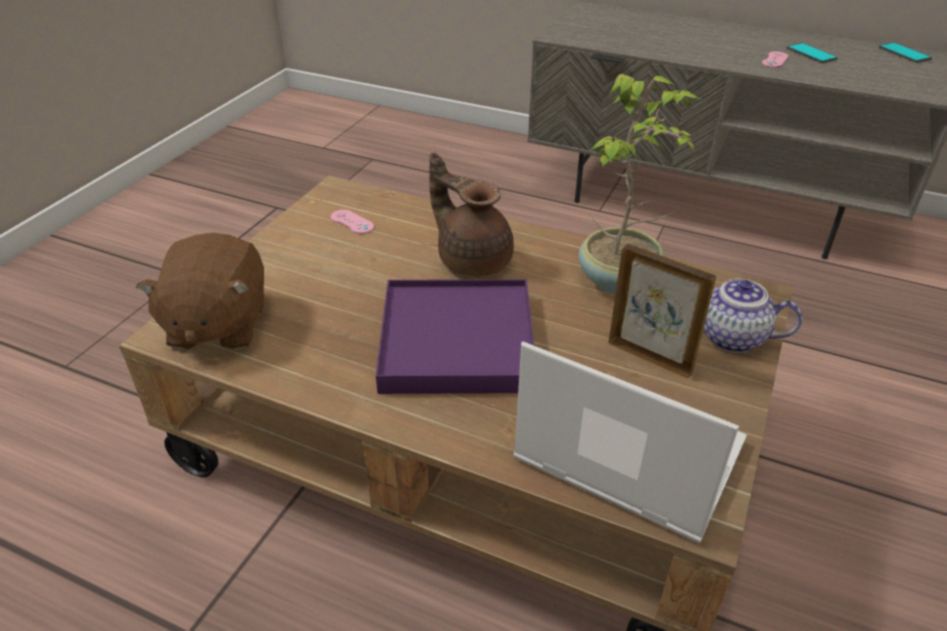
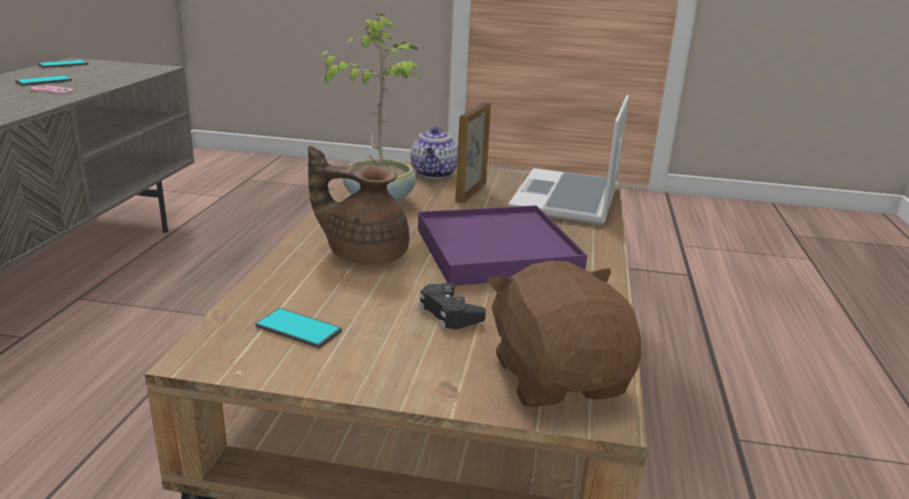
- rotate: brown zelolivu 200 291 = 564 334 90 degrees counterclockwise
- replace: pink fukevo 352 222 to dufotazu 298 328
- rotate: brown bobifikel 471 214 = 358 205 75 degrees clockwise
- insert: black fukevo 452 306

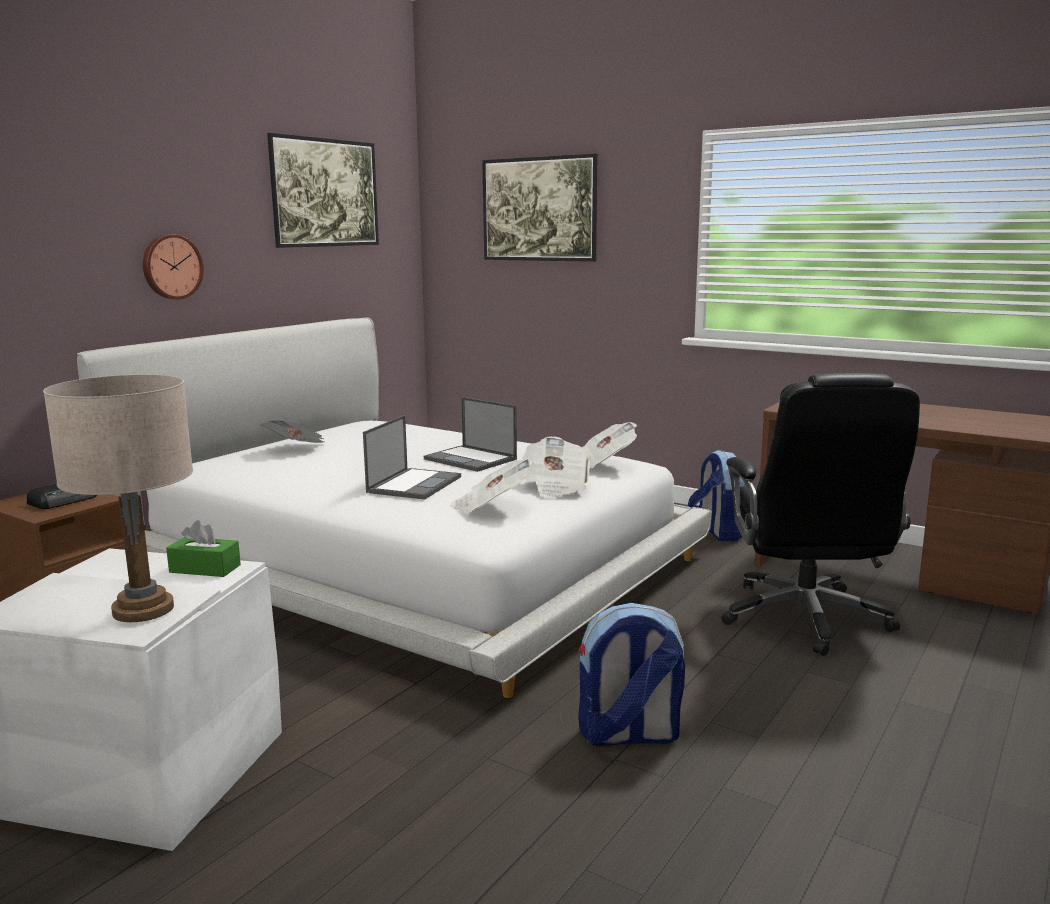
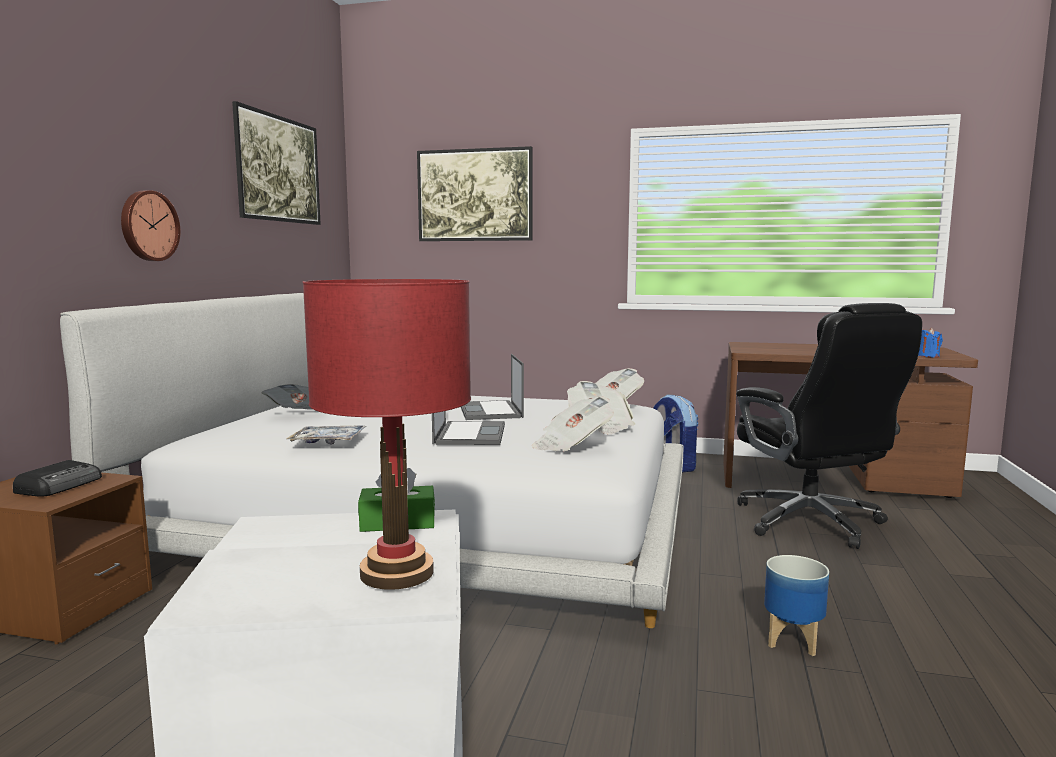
- recolor: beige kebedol 118 498 to red kebedol 386 434
- rotate: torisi 470 434 = 492 387 60 degrees clockwise
- replace: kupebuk 631 675 to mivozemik 796 605
- insert: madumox 326 435
- insert: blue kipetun 930 343

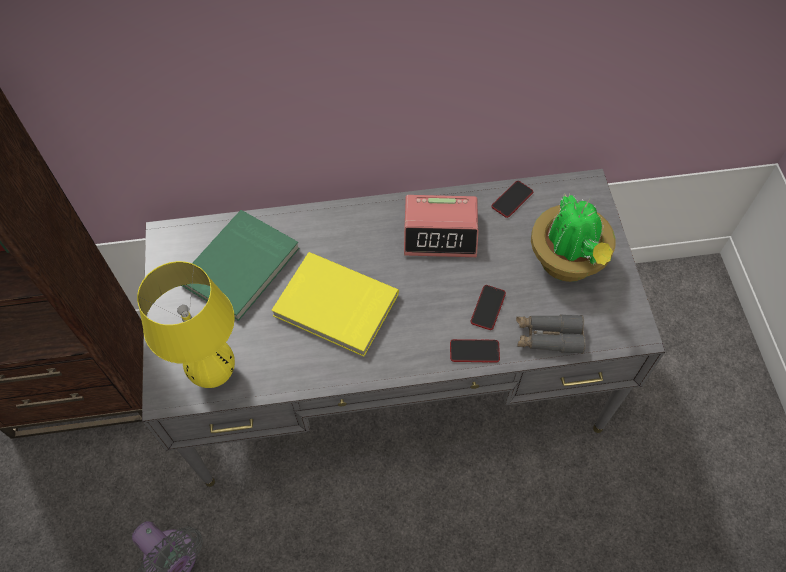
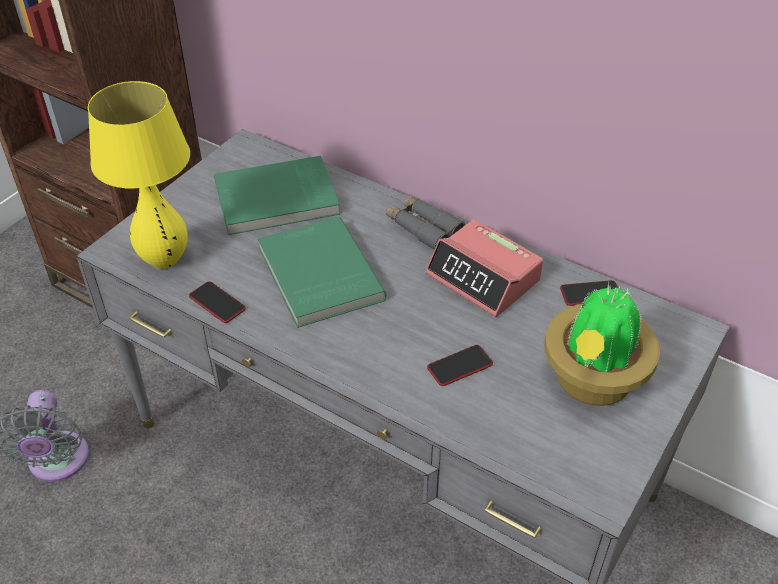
- recolor: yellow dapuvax 335 304 to green dapuvax 322 272
- move: dufotazu 475 351 to 217 302
- move: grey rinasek 551 334 to 425 222

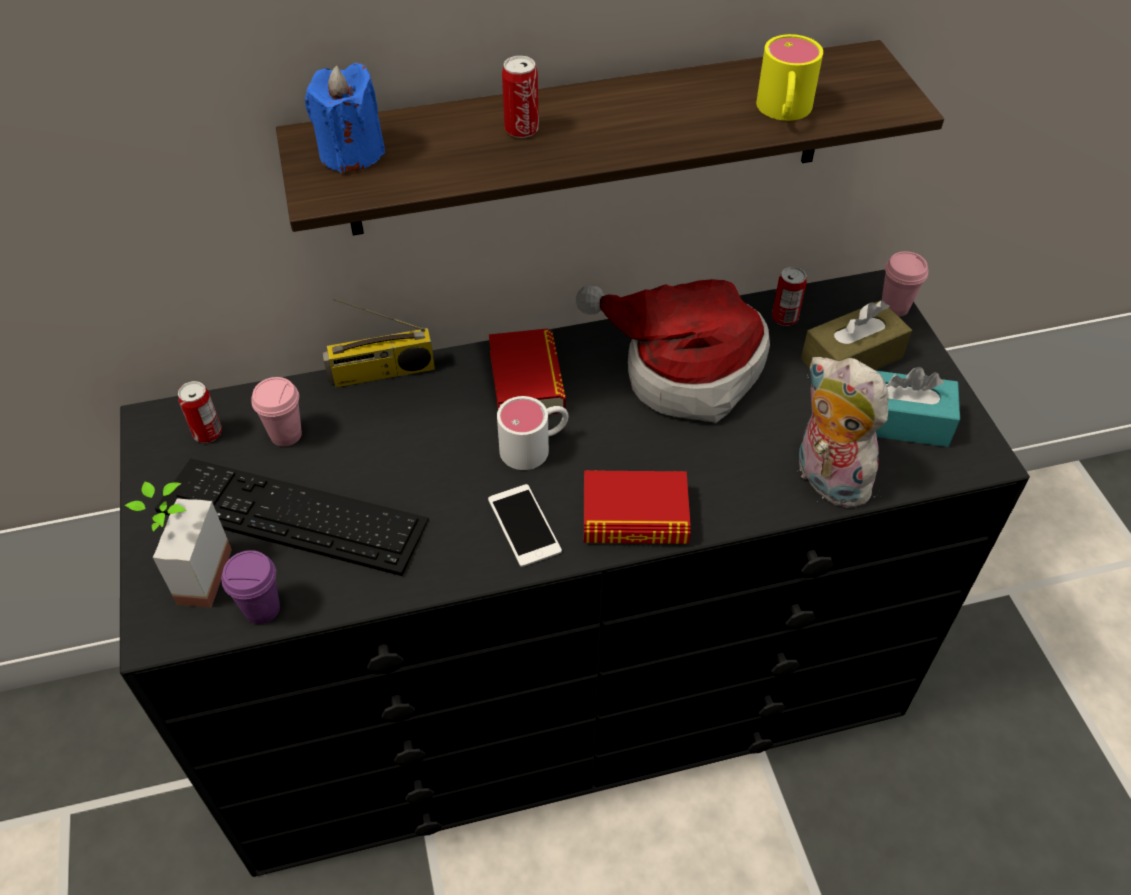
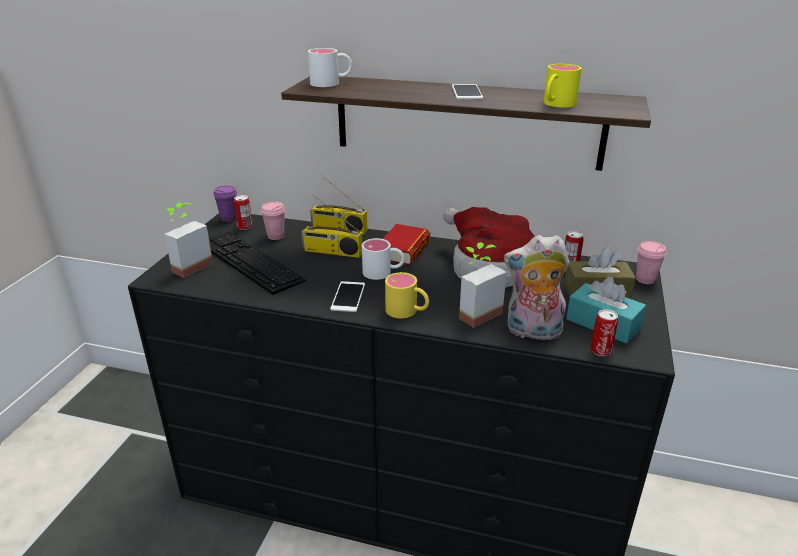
- move: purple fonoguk 250 587 to 225 203
- replace: blue kipetun 345 118 to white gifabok 330 67
- move: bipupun 520 97 to 604 332
- replace: dapuvax 637 507 to yellow gifabok 407 295
- rotate: zelolivu 844 432 = 537 287 75 degrees counterclockwise
- insert: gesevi 332 226
- insert: dufotazu 467 92
- insert: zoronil 483 285

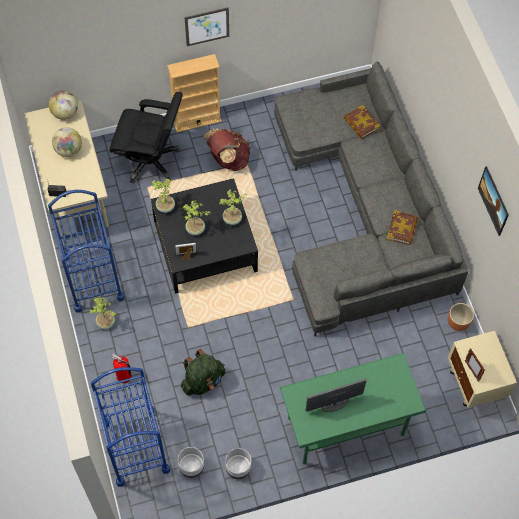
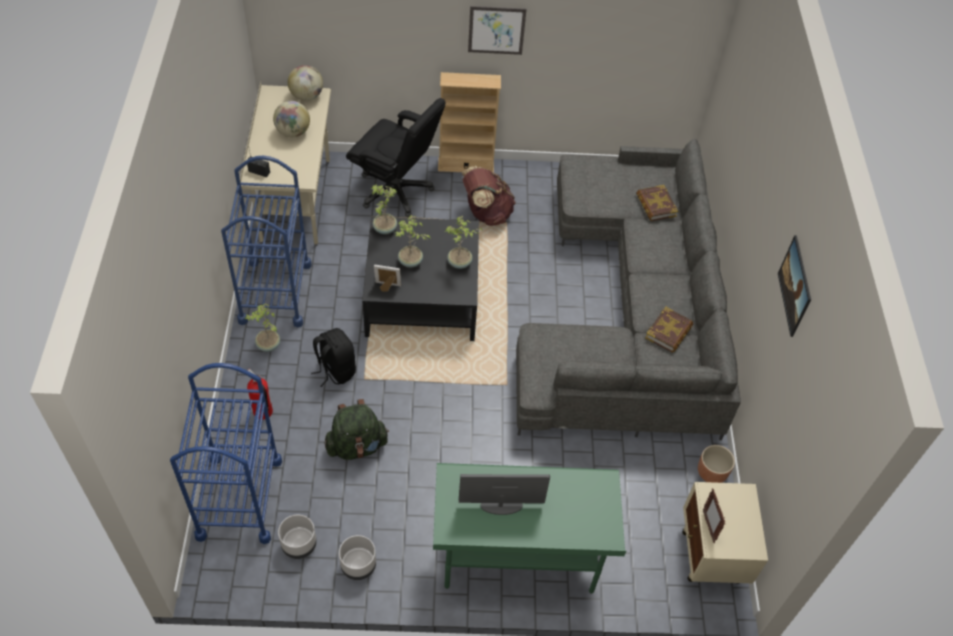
- insert: black kupebuk 333 357

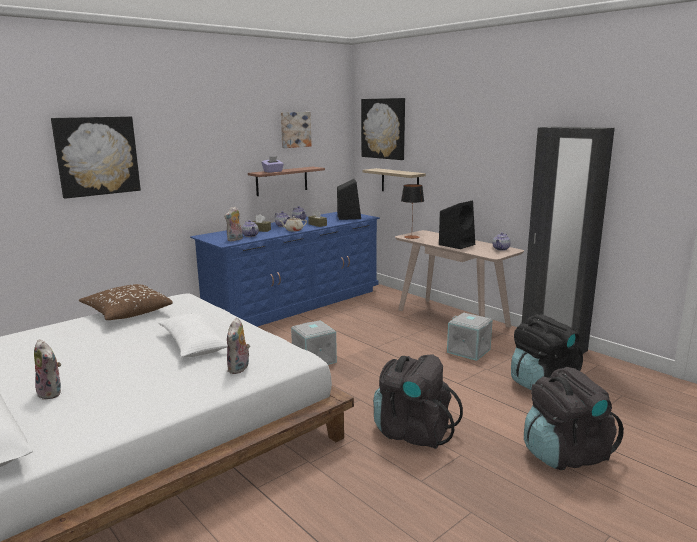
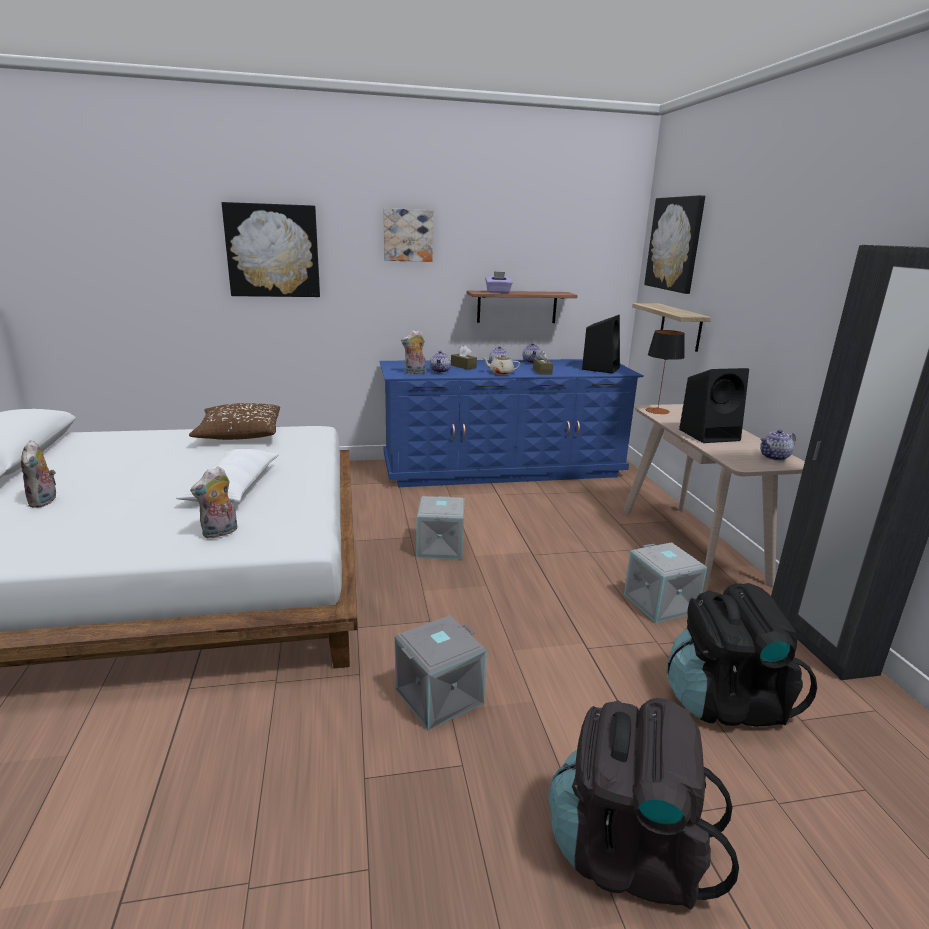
- move: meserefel 296 130 to 408 235
- replace: black kupebuk 418 401 to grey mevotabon 441 672

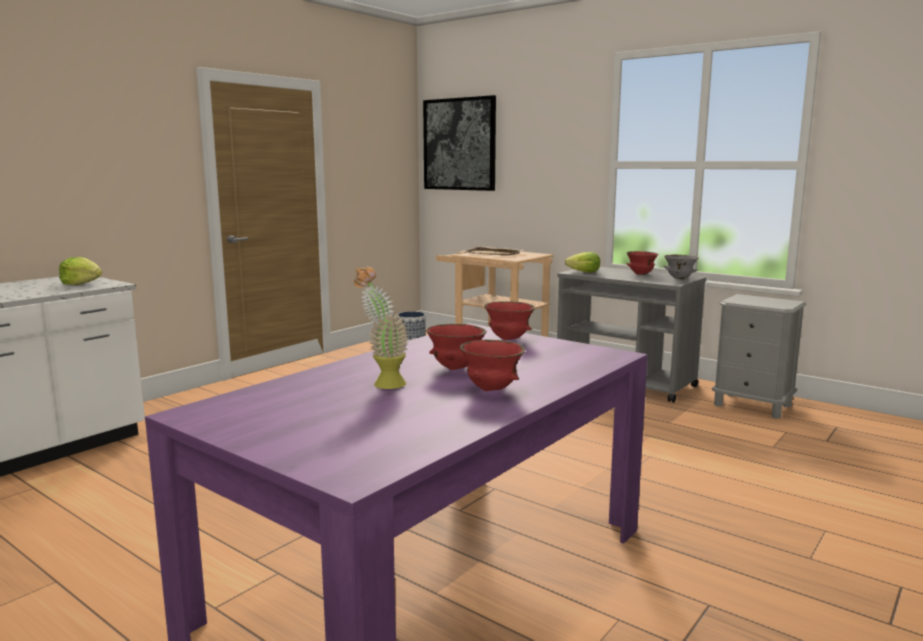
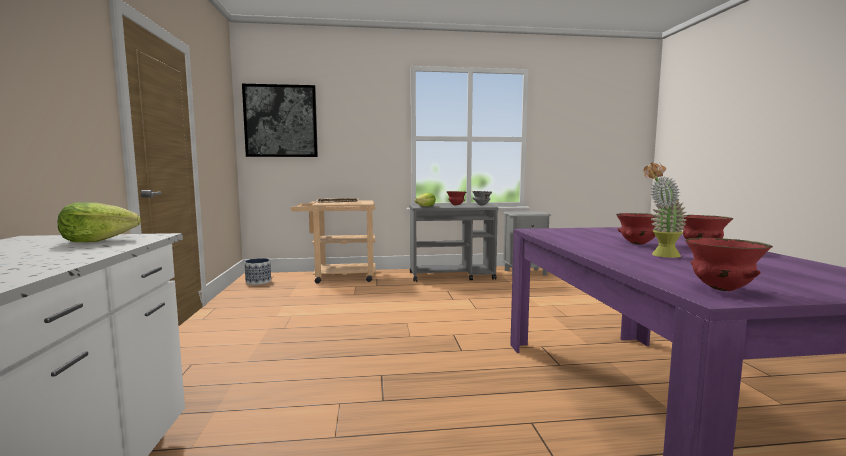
- move: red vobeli 509 320 to 729 264

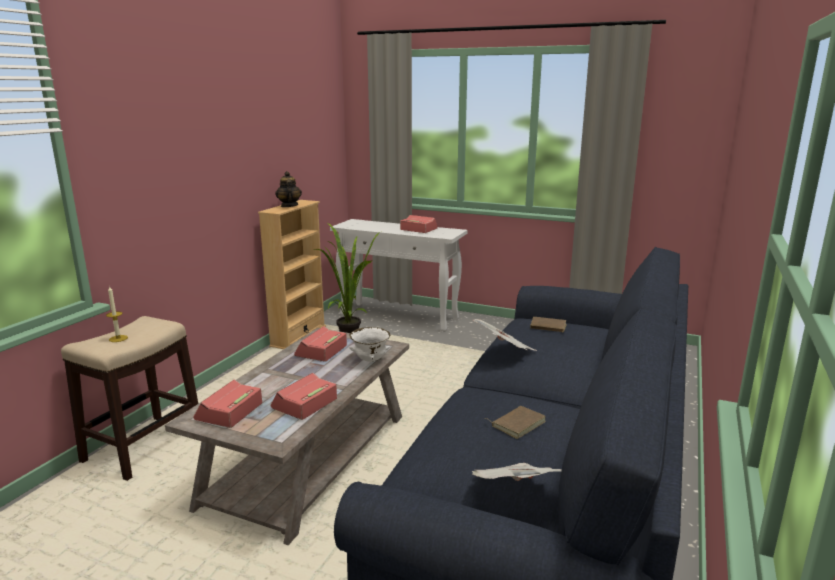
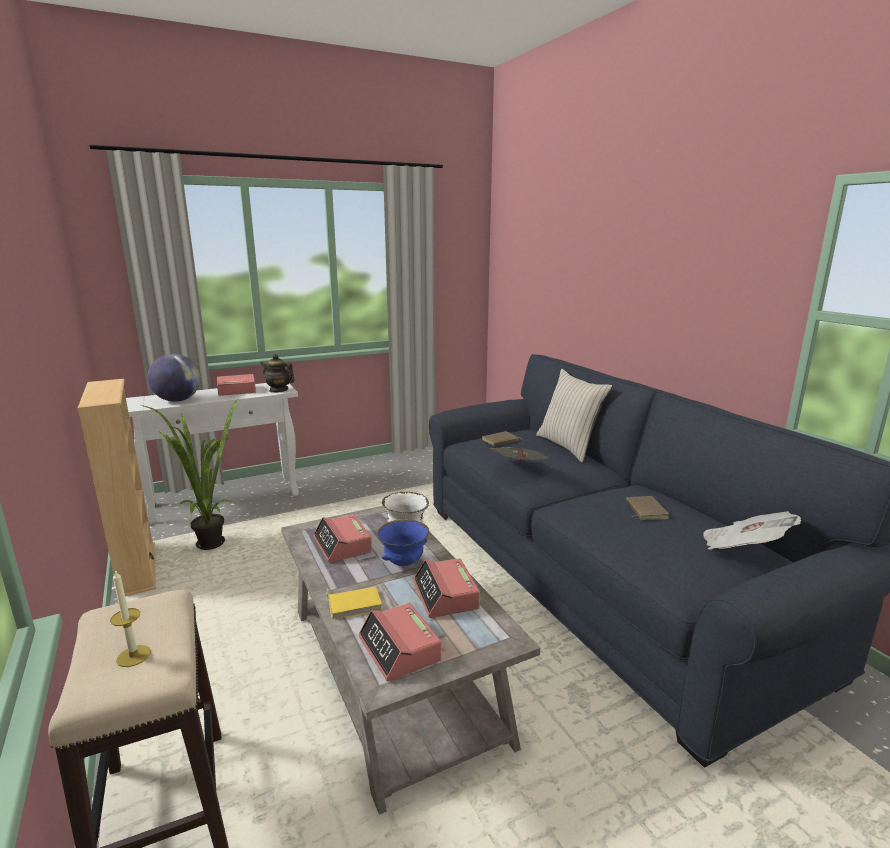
- move: bobifikel 288 189 to 277 373
- insert: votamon 174 378
- insert: yellow dapuvax 354 603
- insert: blue vobeli 403 542
- insert: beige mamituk 574 416

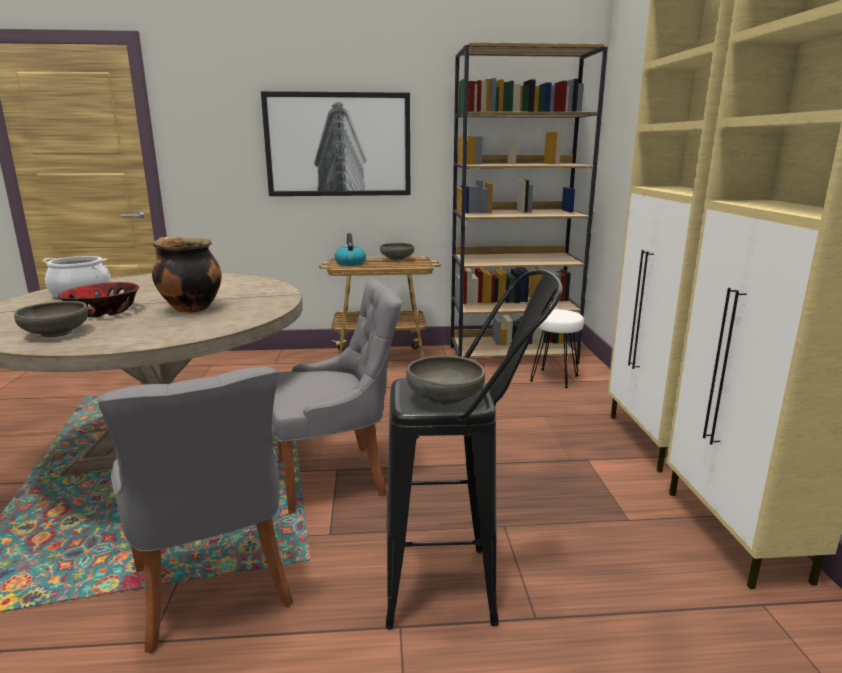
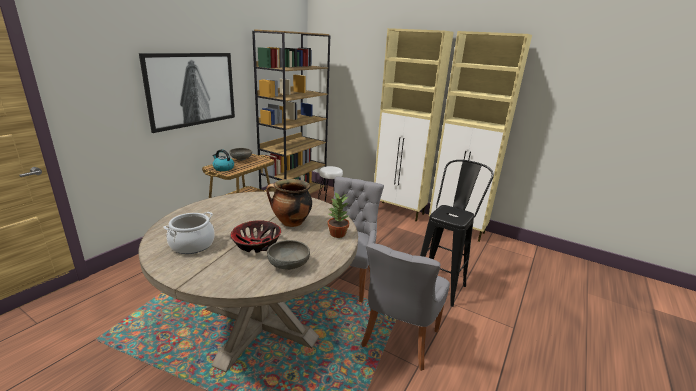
- rotate: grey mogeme 195 510 = 405 307 105 degrees clockwise
- delete: grey vobeli 445 380
- insert: zoronil 338 215

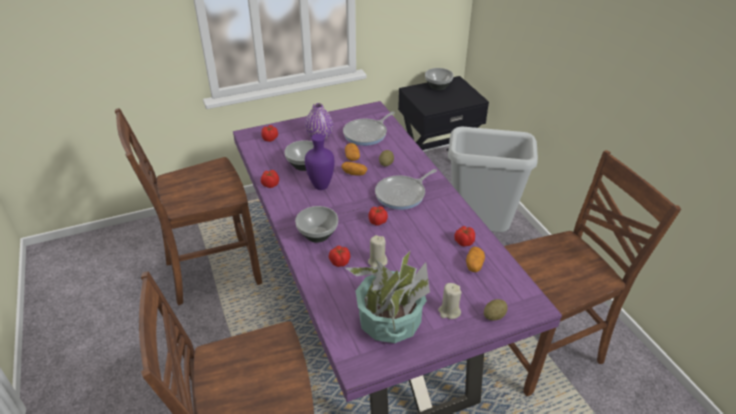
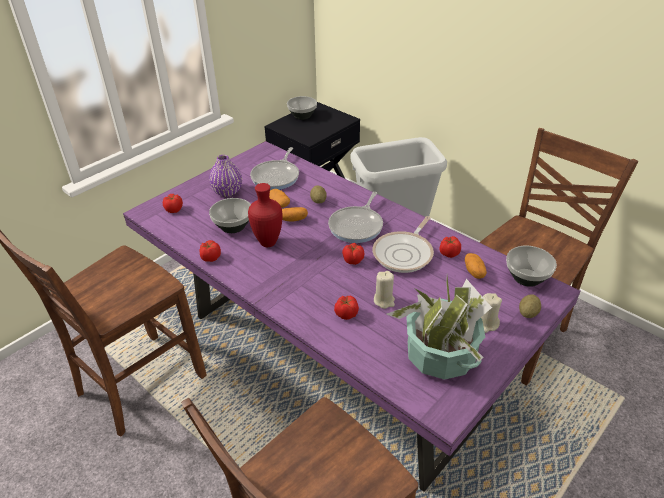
- move: vobeli 316 224 to 531 266
- recolor: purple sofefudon 320 162 to red sofefudon 265 215
- insert: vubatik 403 244

